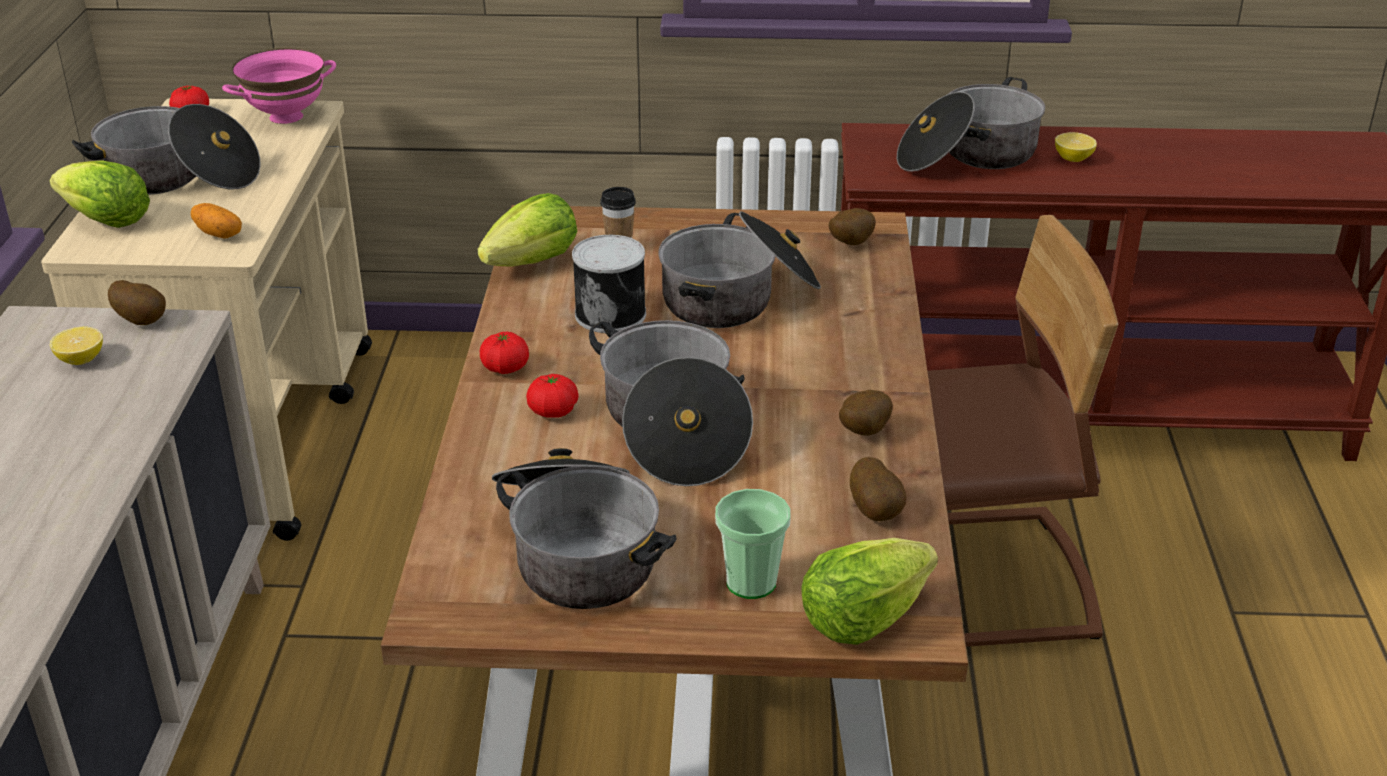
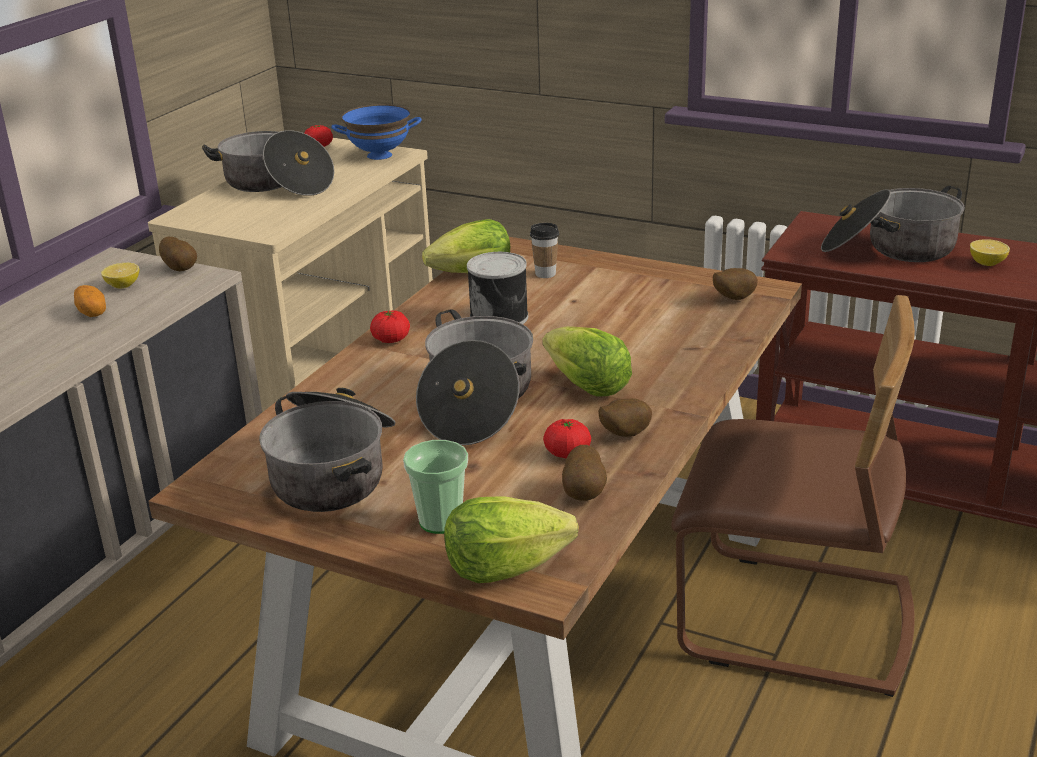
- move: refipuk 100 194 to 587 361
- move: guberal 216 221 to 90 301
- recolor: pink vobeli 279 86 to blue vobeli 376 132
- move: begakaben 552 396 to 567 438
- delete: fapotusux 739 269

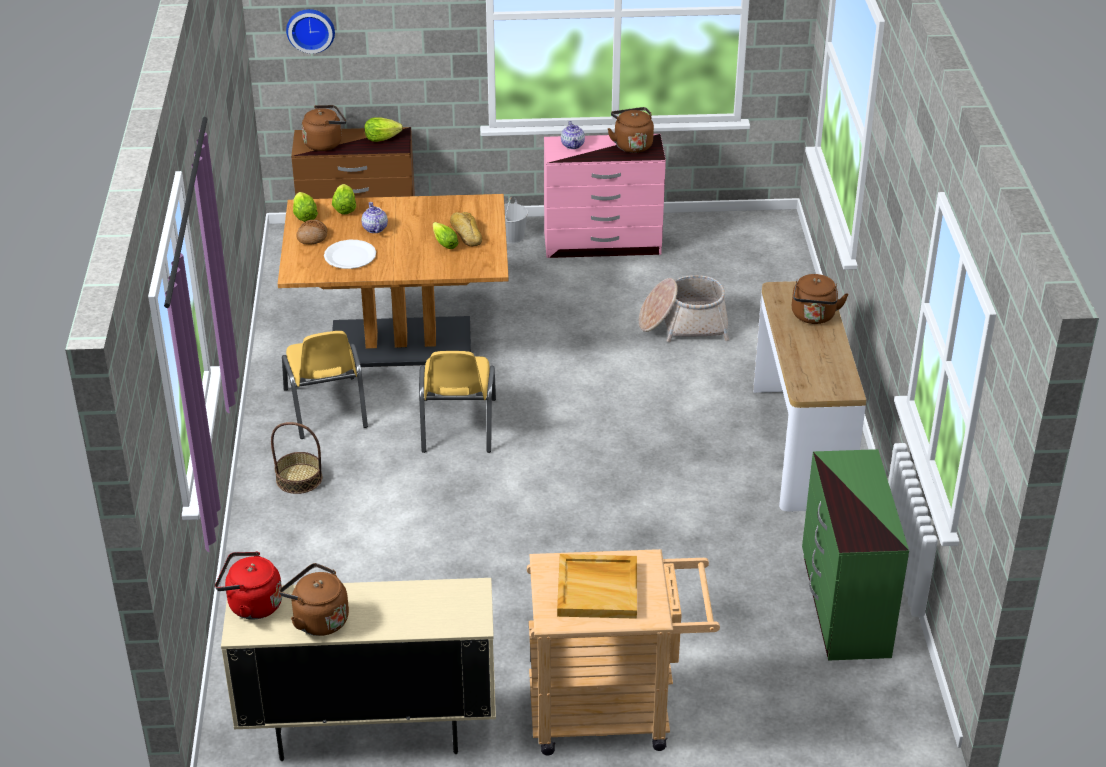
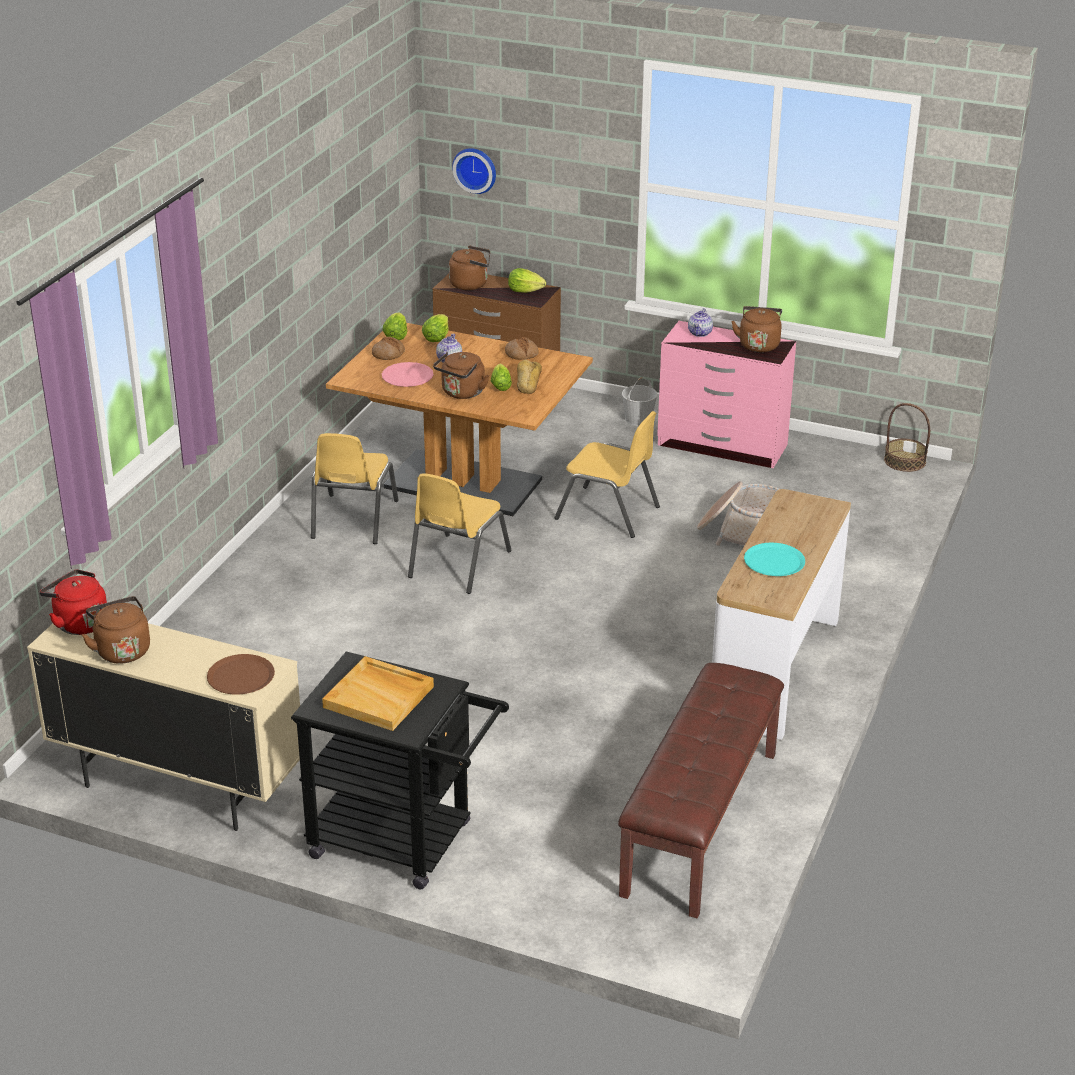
- move: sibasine 296 458 to 907 437
- recolor: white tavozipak 350 254 to pink tavozipak 408 374
- recolor: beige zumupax 623 652 to black zumupax 400 770
- move: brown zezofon 820 299 to 461 375
- replace: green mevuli 855 555 to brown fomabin 701 790
- insert: brown tavozipak 241 674
- insert: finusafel 522 348
- insert: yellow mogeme 607 474
- insert: turquoise tavozipak 774 559

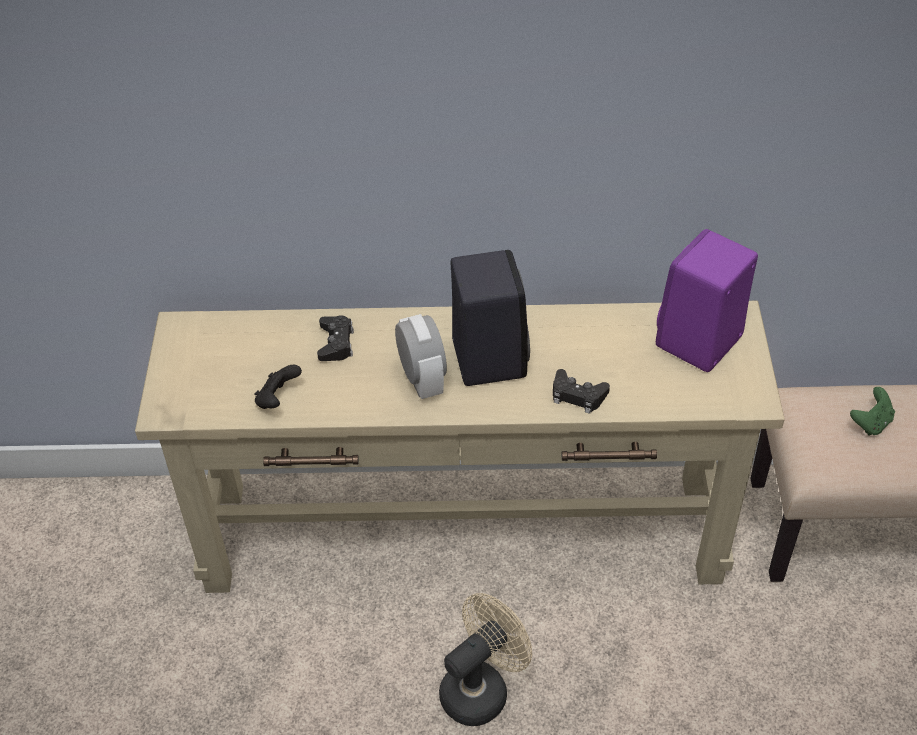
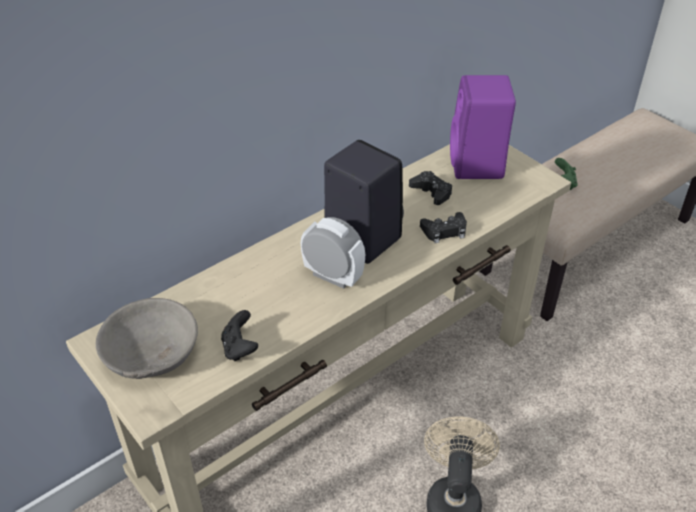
- move: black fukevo 335 338 to 430 188
- insert: grey vobeli 147 338

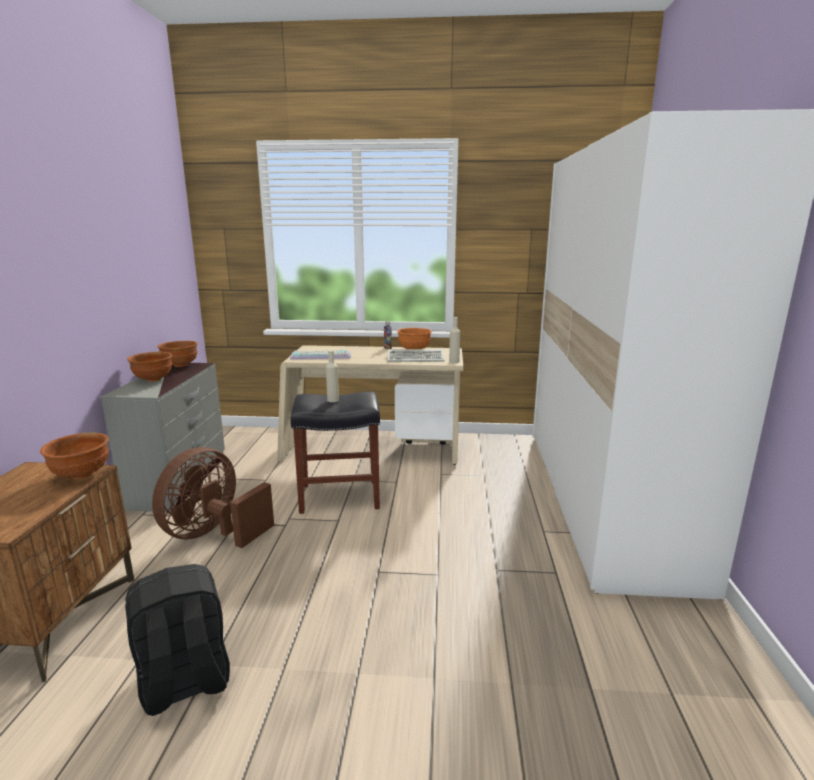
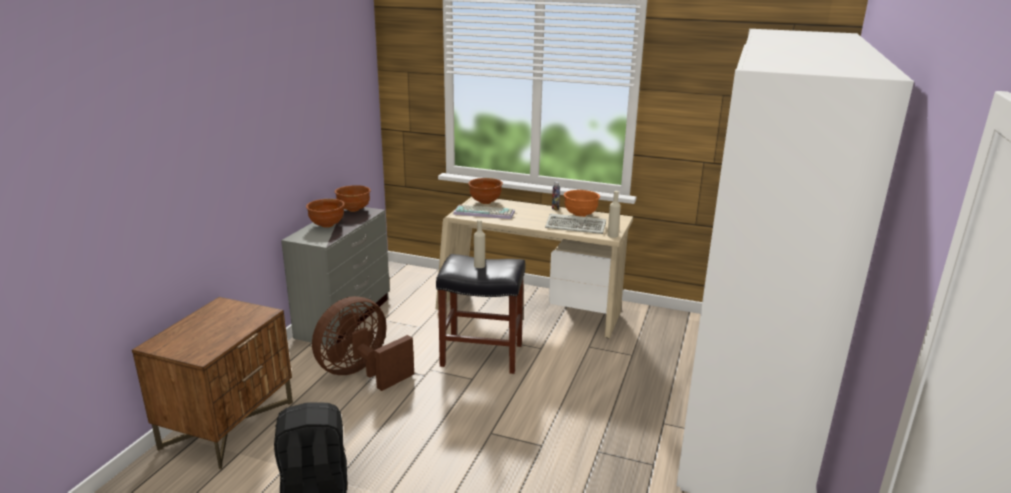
- move: brown vobeli 74 456 to 485 191

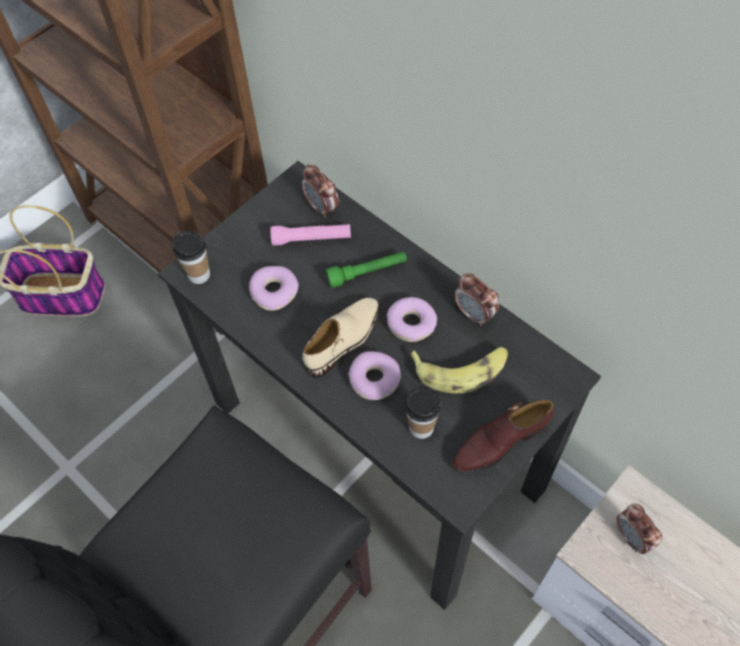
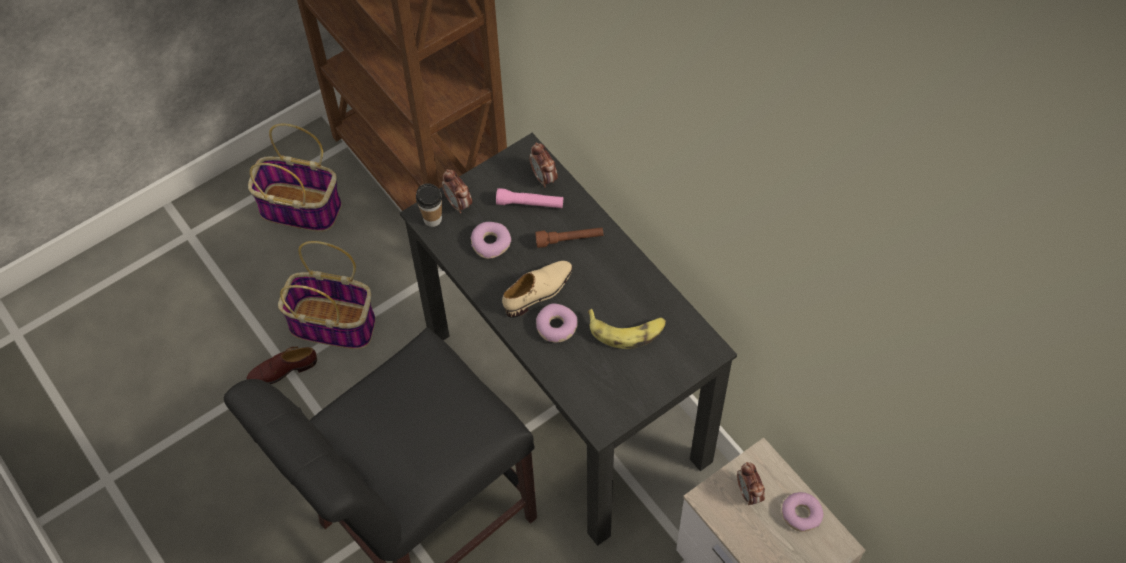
- recolor: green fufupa 366 270 to brown fufupa 569 237
- move: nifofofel 412 319 to 803 512
- delete: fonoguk 423 412
- move: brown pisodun 502 436 to 281 365
- move: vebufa 476 299 to 457 191
- insert: sibasine 326 295

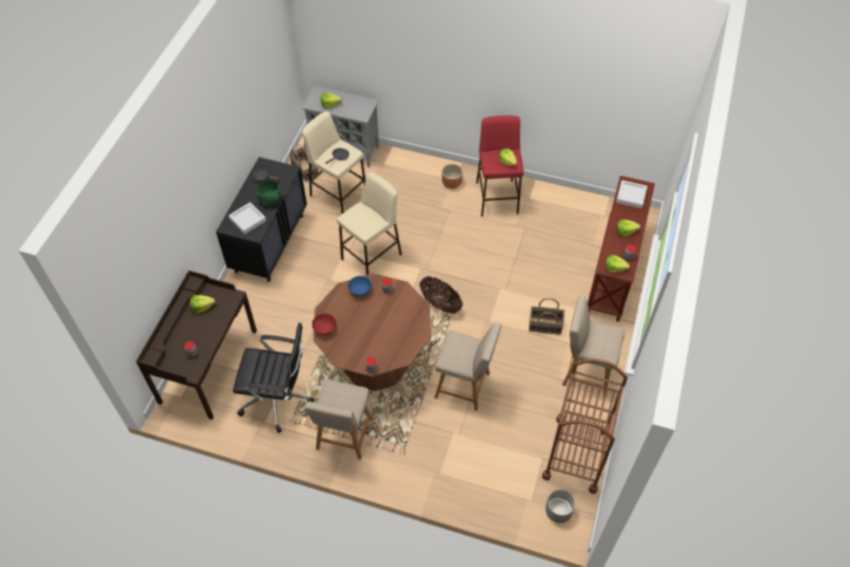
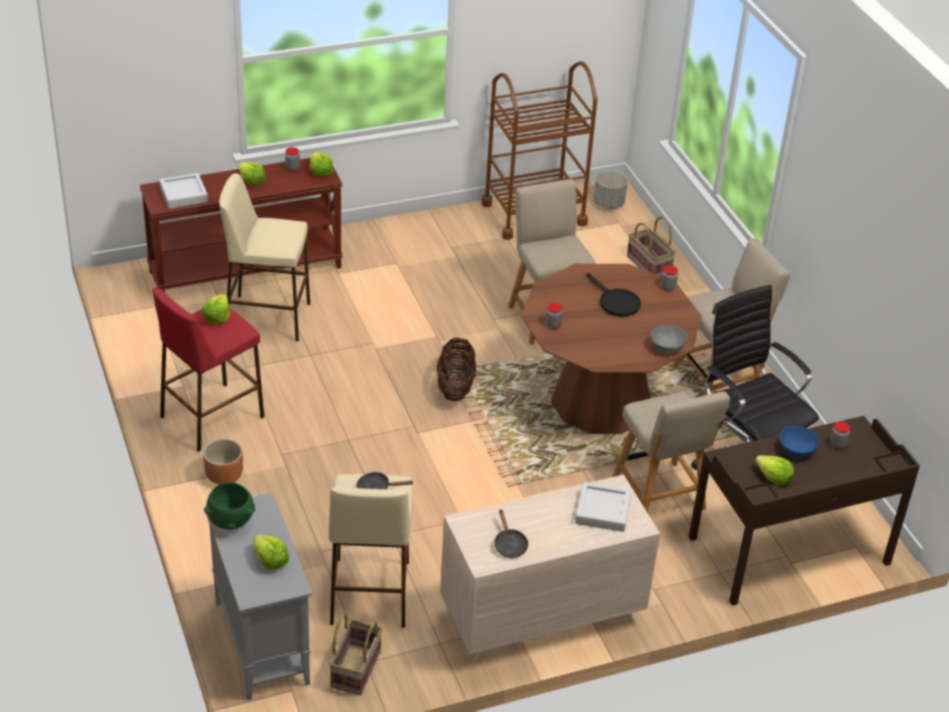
- recolor: black mevuli 261 219 to beige mevuli 550 569
- move: green vobeli 269 193 to 229 506
- recolor: red vobeli 324 324 to grey vobeli 669 339
- move: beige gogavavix 369 223 to 264 257
- move: blue vobeli 360 286 to 799 441
- move: sibasine 547 316 to 651 246
- move: beige mogeme 593 346 to 671 452
- insert: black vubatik 613 295

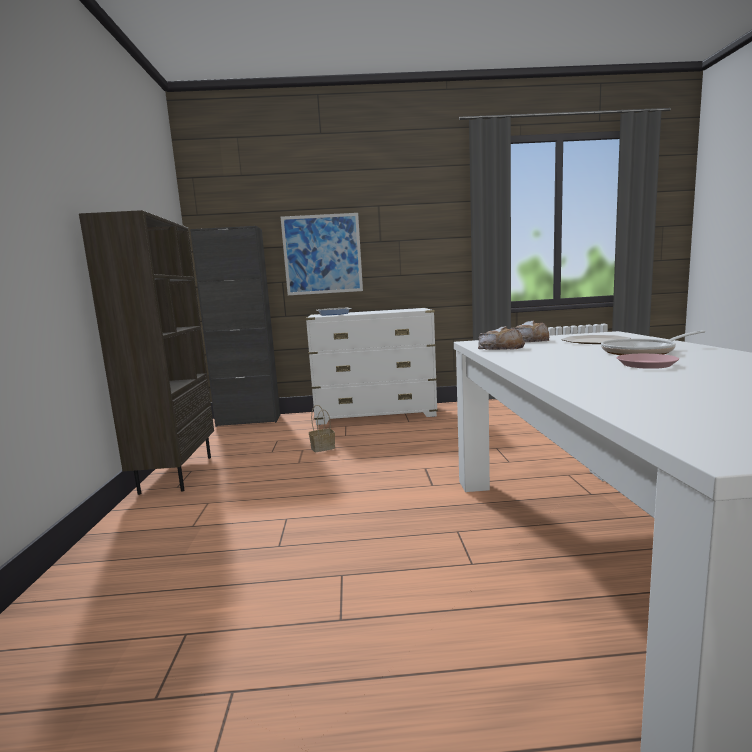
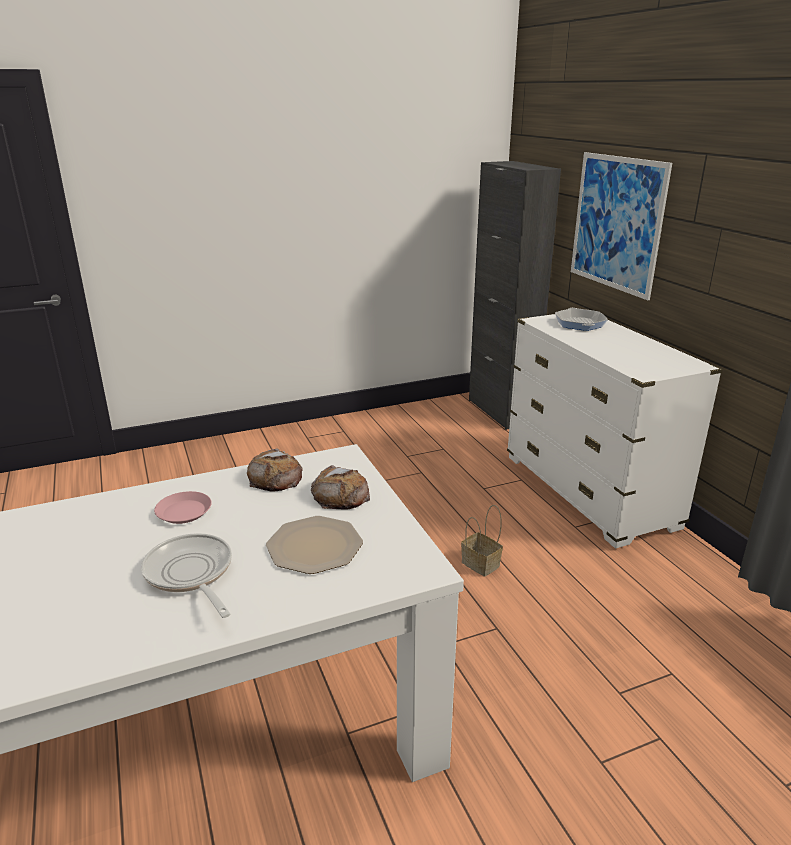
- delete: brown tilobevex 146 352
- move: sibasine 322 428 to 482 540
- move: pink tavozipak 648 361 to 183 507

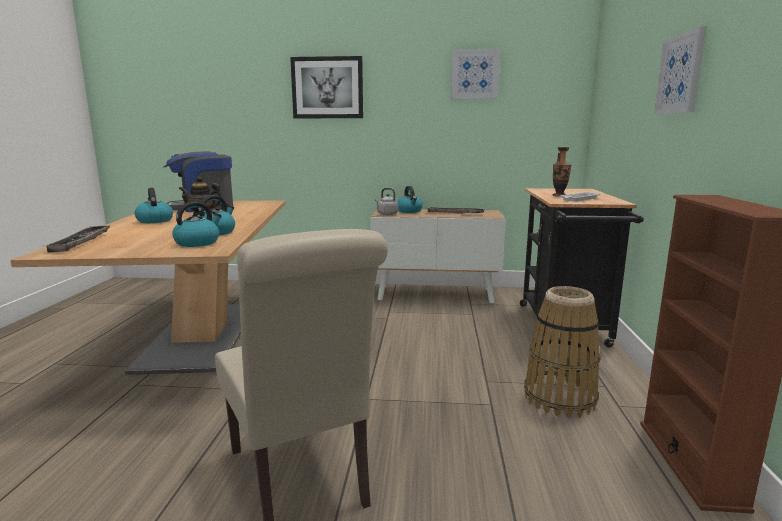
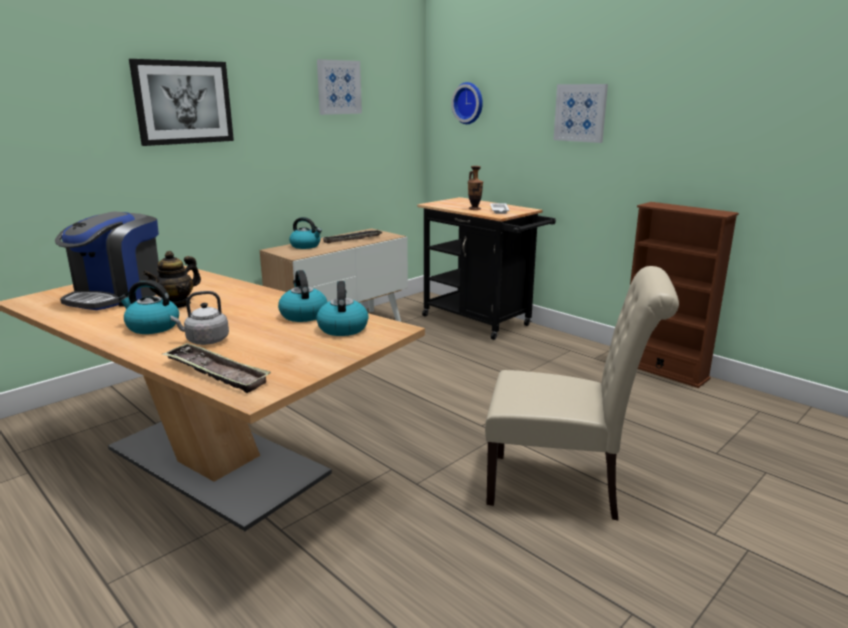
- move: grey zezofon 386 201 to 200 318
- delete: sibasine 562 352
- insert: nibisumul 467 103

